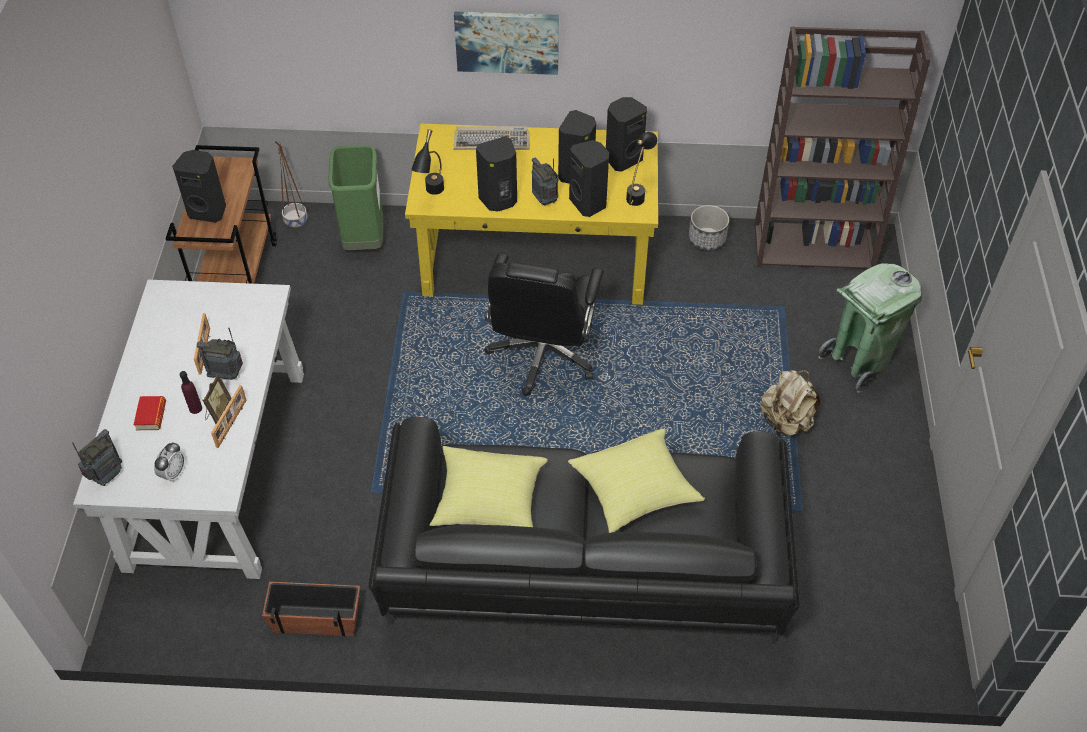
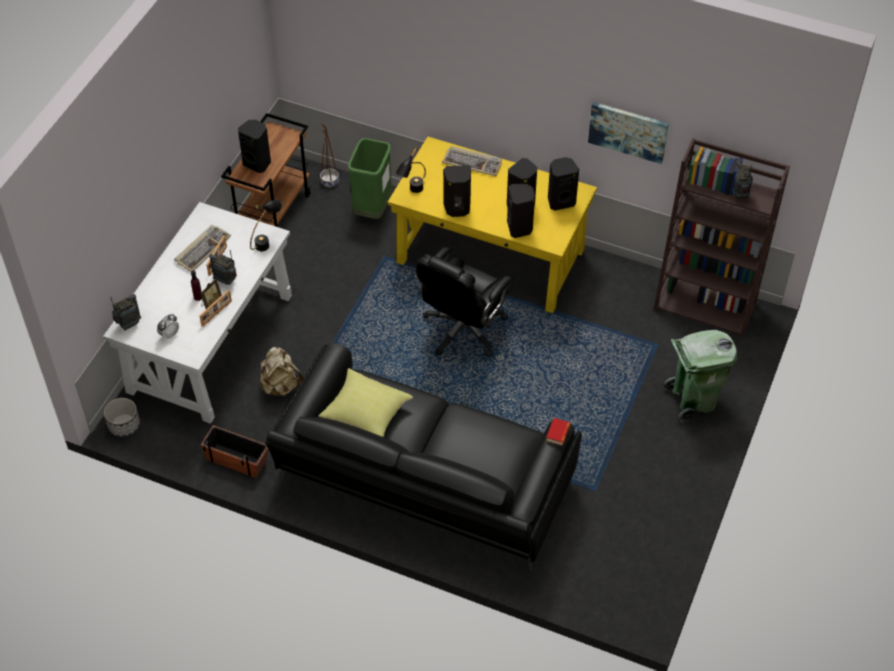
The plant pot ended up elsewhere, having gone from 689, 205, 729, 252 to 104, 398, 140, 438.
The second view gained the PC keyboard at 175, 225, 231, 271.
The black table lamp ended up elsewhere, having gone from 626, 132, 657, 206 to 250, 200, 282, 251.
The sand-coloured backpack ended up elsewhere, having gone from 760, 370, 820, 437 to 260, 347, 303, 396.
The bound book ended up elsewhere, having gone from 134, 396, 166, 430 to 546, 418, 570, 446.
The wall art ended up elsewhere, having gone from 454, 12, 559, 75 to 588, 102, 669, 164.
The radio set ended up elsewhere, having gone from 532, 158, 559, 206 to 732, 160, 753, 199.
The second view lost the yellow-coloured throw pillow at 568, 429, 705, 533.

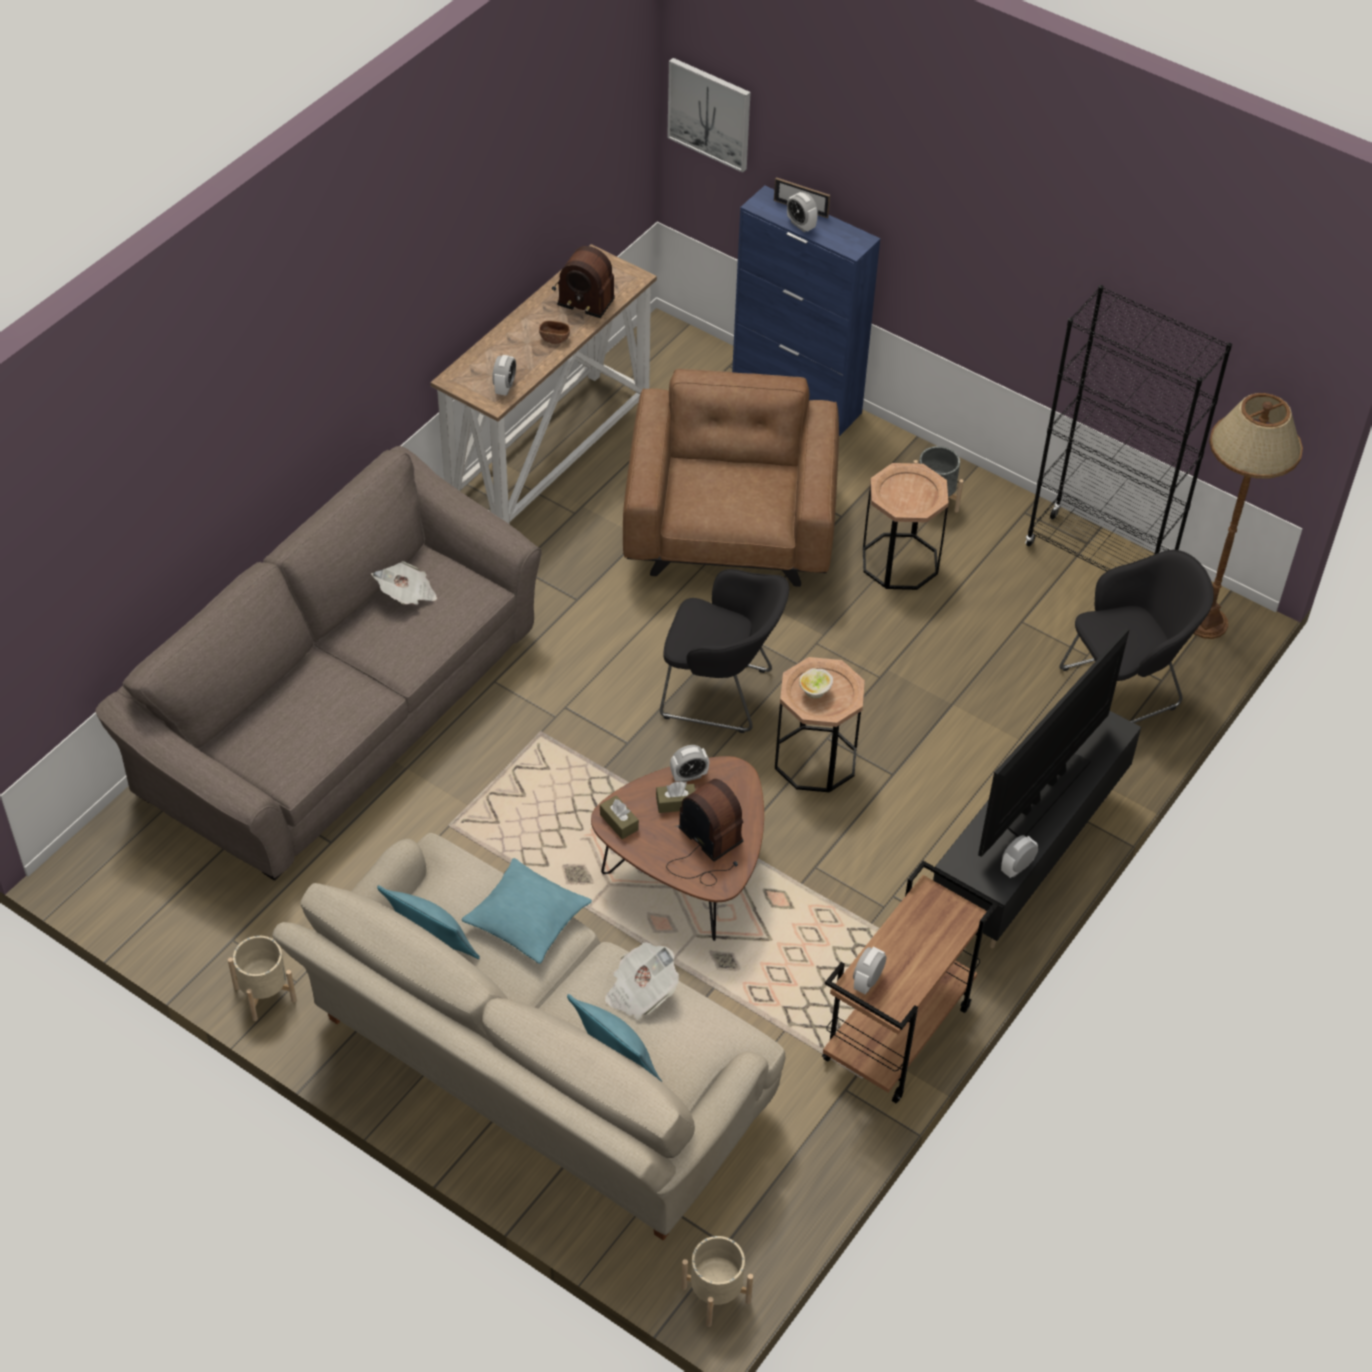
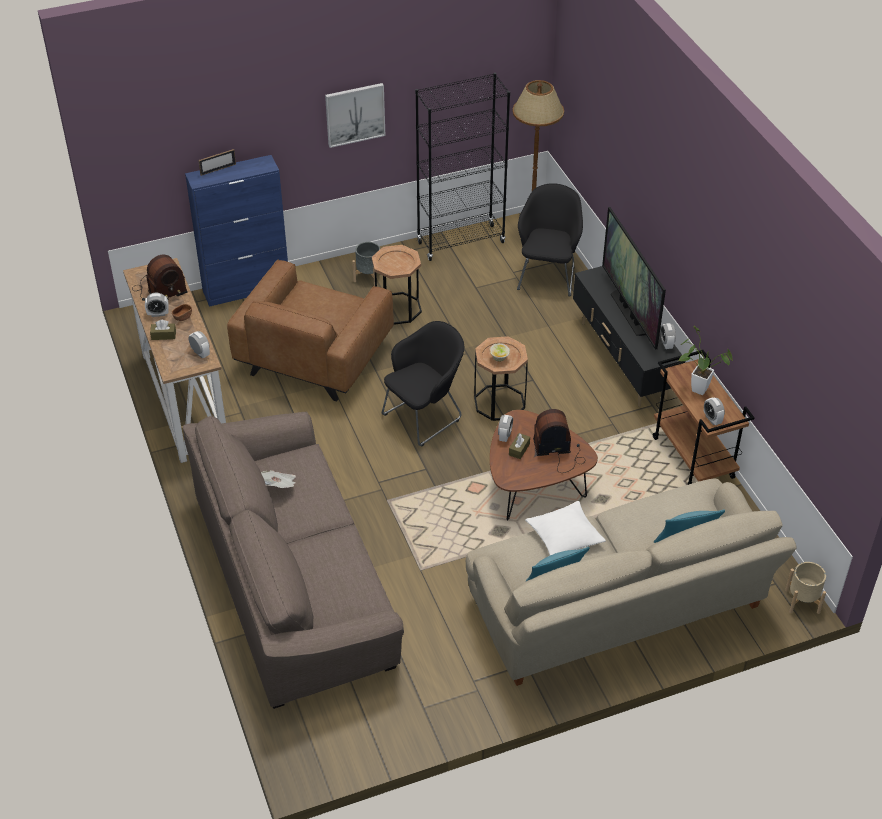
The alarm clock ended up elsewhere, having gone from 787, 192, 818, 232 to 145, 293, 169, 317.
The brownish tissue holder ended up elsewhere, having gone from 600, 795, 639, 839 to 150, 320, 176, 340.
The brownish armchair at 623, 369, 839, 587 ended up facing another way, 105 degrees counterclockwise from before.
The wall art ended up elsewhere, having gone from 667, 58, 751, 173 to 325, 83, 385, 148.
What was the blue-green throw pillow at 462, 858, 592, 964 turned into the whitish throw pillow at 525, 501, 606, 555.
The second view gained the potted plant at 678, 325, 733, 395.
The second view lost the sand-coloured plant pot at 228, 936, 297, 1021.
The second view lost the daily paper at 605, 942, 679, 1020.

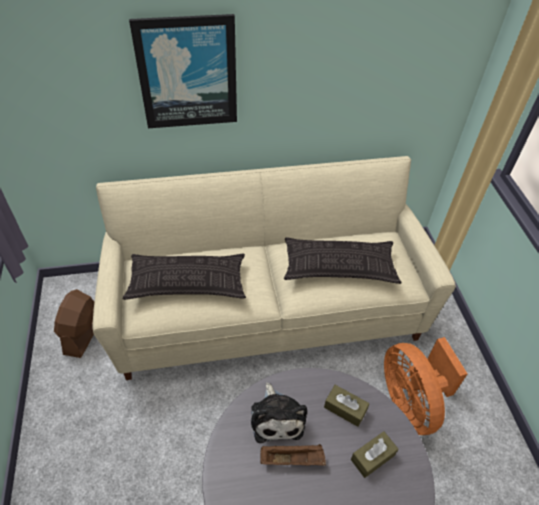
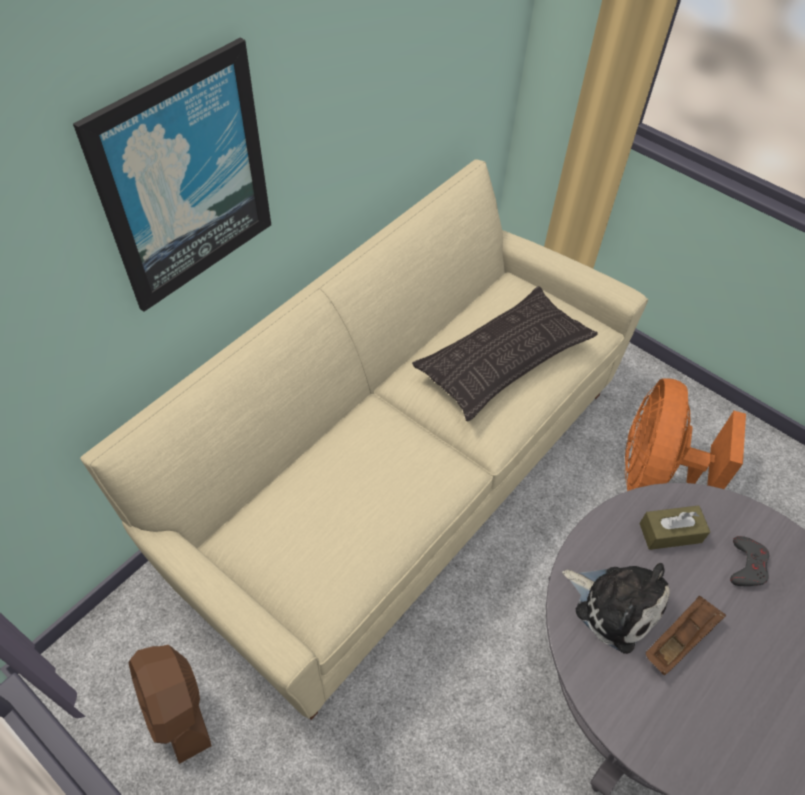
The orange fan at 384, 337, 467, 435 ended up facing another way, 75 degrees clockwise from before.
Where the brownish tissue holder stood at 351, 431, 398, 478, the gray gamepad came to stand at 730, 536, 770, 586.
The second view lost the throw pillow at 123, 254, 246, 300.

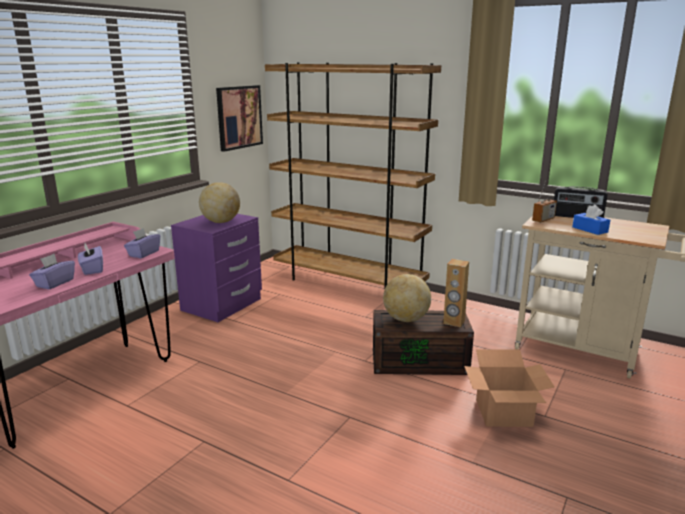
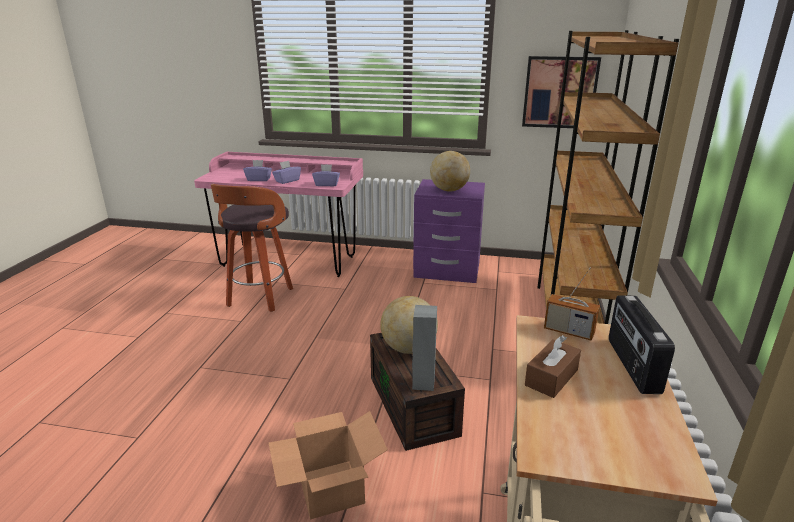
The second view gained the sitting stool at 211, 184, 293, 312.
What was the brownish speaker at 443, 259, 469, 327 turned into the gray speaker at 412, 305, 437, 391.
What was the blue tissue holder at 572, 205, 610, 235 turned into the brownish tissue holder at 525, 335, 581, 398.

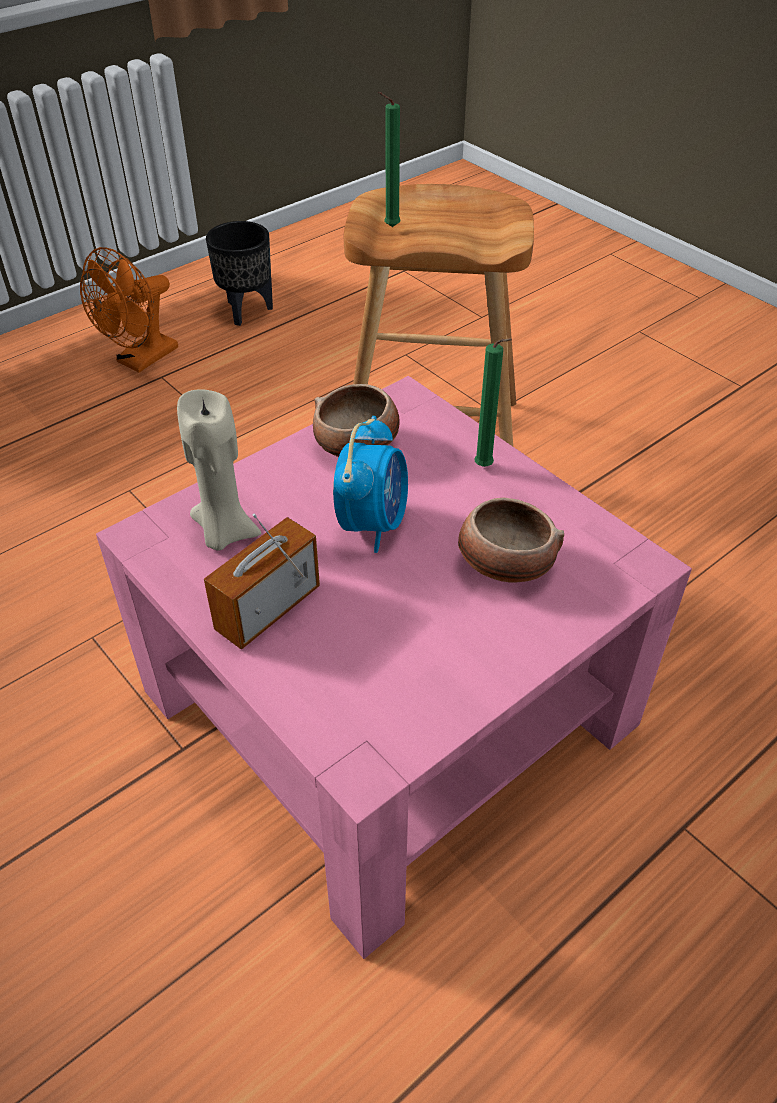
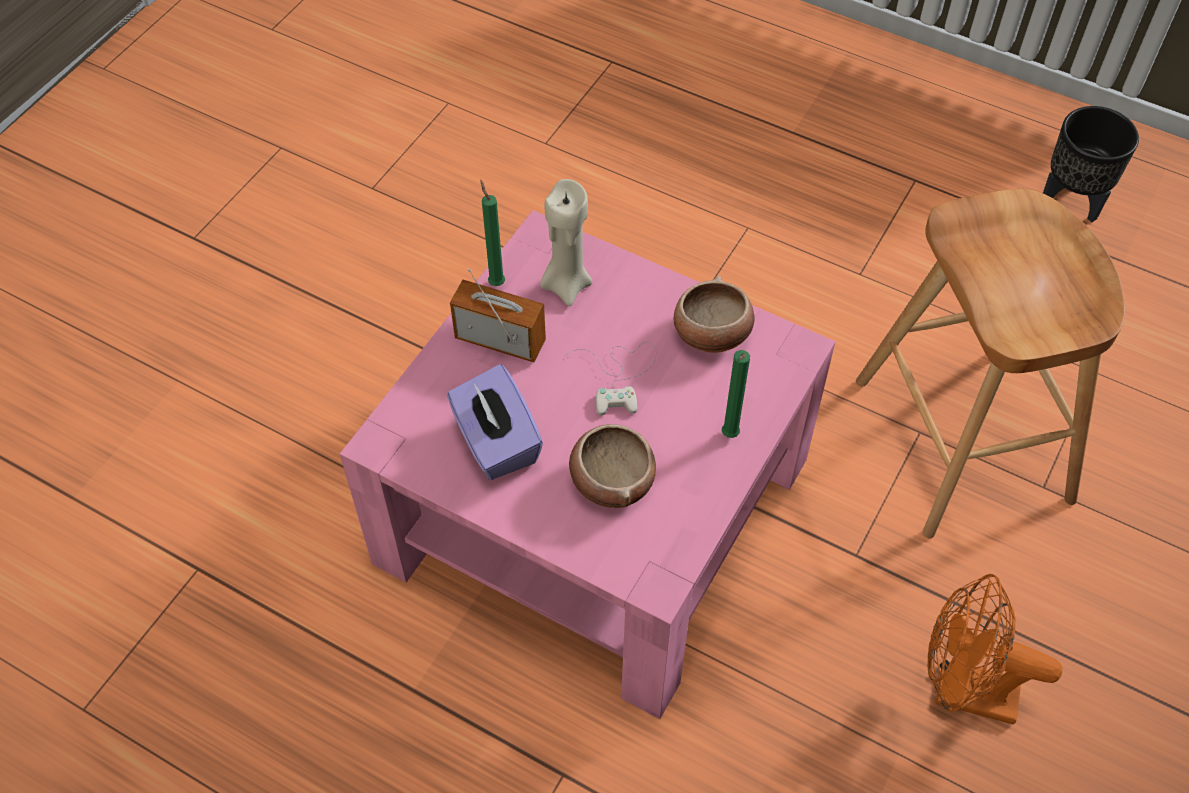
The second view gained the purple-coloured tissue holder at 447, 364, 543, 480.
The green wax light ended up elsewhere, having gone from 378, 92, 401, 227 to 480, 180, 505, 286.
Where the alarm clock stood at 333, 416, 408, 553, the whitish gamepad came to stand at 564, 342, 656, 415.
The orange fan ended up elsewhere, having gone from 80, 247, 178, 373 to 928, 574, 1062, 724.

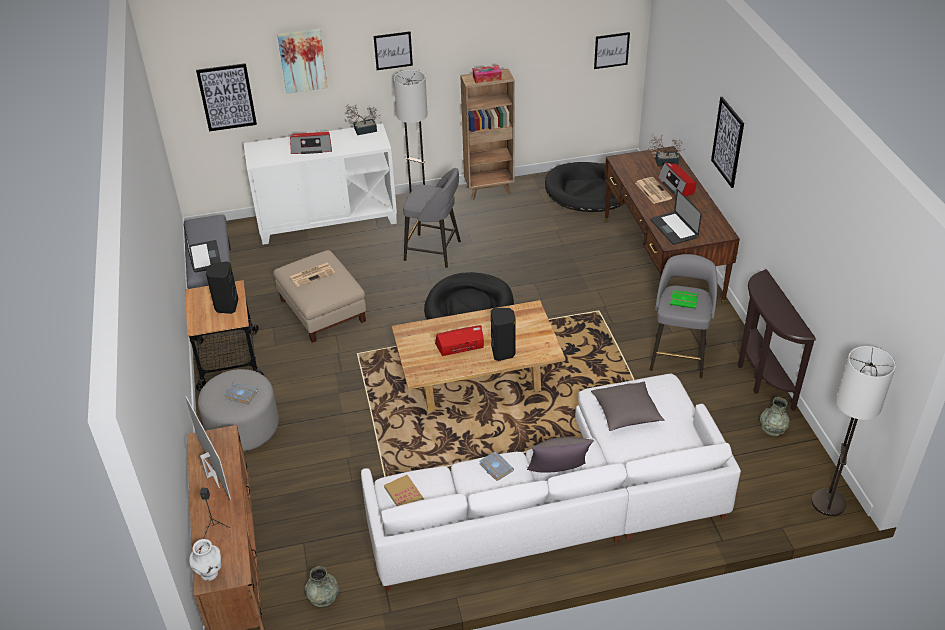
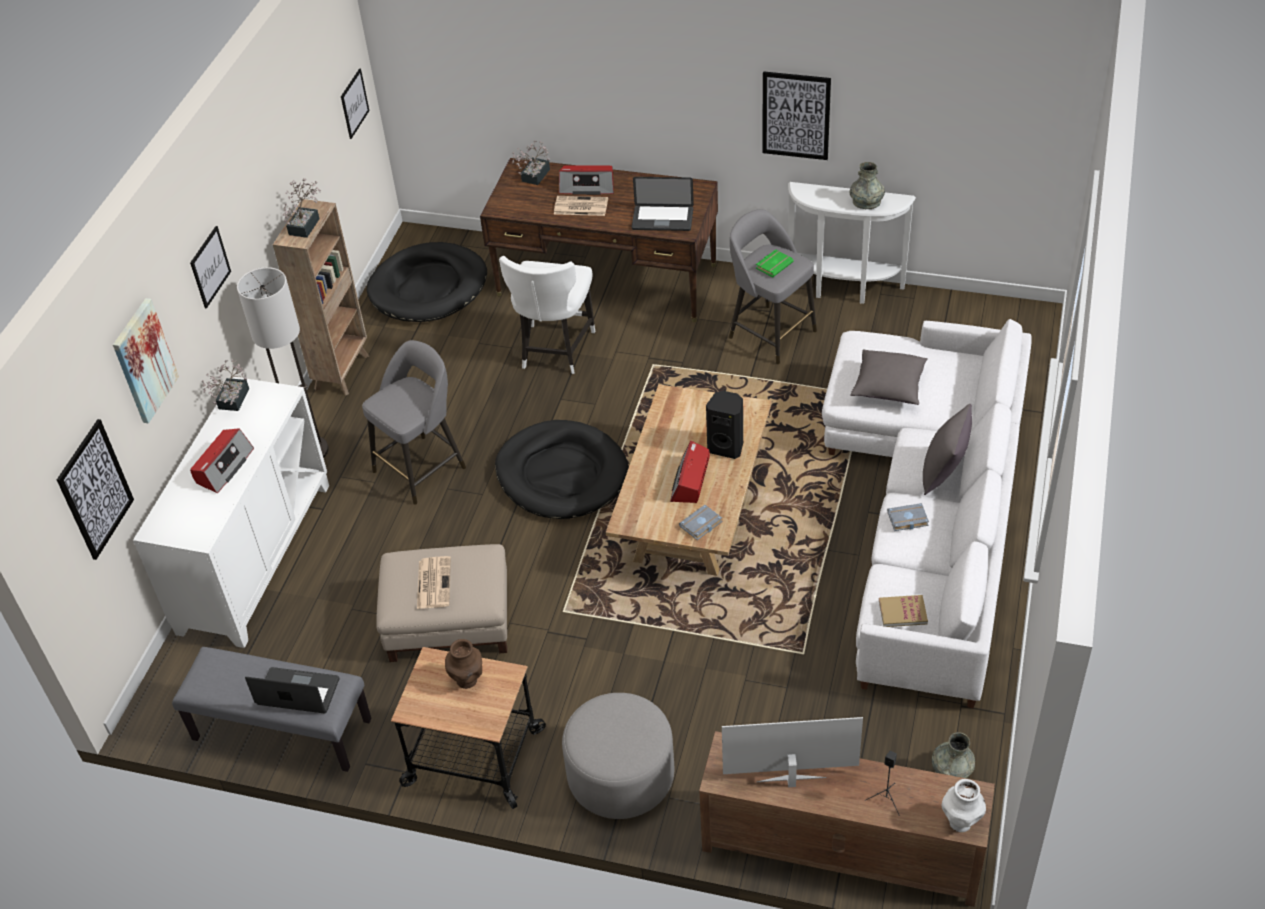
Where the tissue holder stood at 473, 65, 502, 83, the potted plant came to stand at 283, 178, 321, 238.
Where the black speaker stood at 206, 261, 238, 314, the brownish flower vase came to stand at 445, 639, 482, 689.
The second view gained the whitish upright chair at 499, 256, 595, 374.
The gray bound book ended up elsewhere, having gone from 224, 383, 258, 405 to 679, 505, 722, 540.
The wall art ended up elsewhere, having gone from 711, 97, 744, 188 to 762, 71, 831, 160.
What was the brownish narrow table at 738, 269, 816, 411 turned into the whitish narrow table at 788, 182, 916, 304.
The gray flower vase ended up elsewhere, having gone from 760, 397, 790, 436 to 849, 162, 885, 209.
The second view lost the standing lamp at 811, 346, 896, 516.

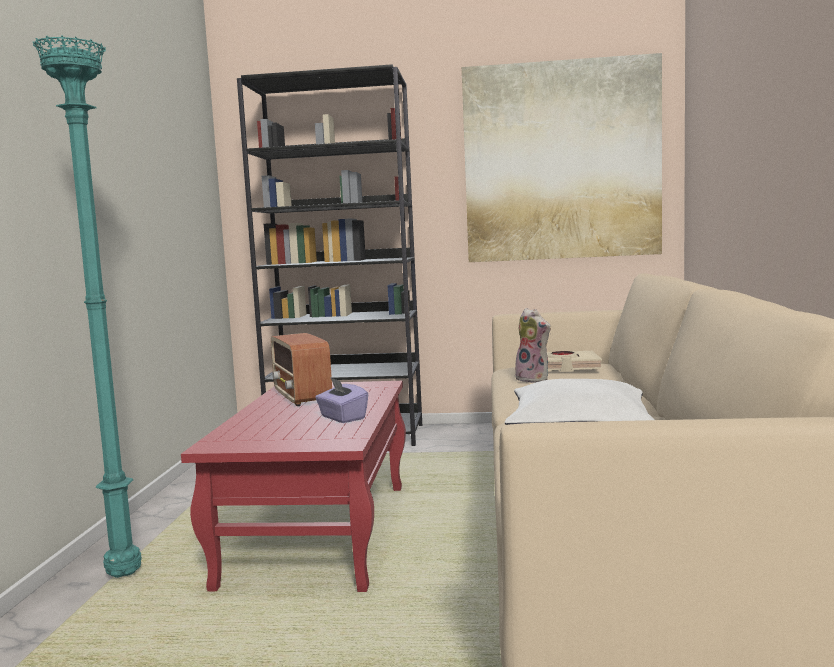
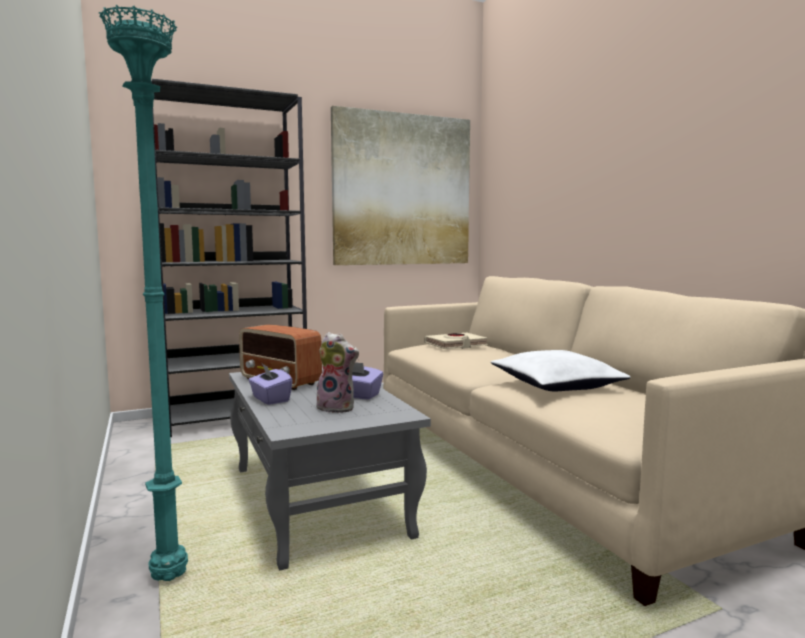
What was the red-coloured coffee table at 181, 381, 406, 592 turned into the gray coffee table at 229, 365, 431, 570.
The second view gained the purple-coloured tissue holder at 249, 364, 293, 405.
The cuddly toy ended up elsewhere, having gone from 515, 308, 551, 383 to 313, 332, 359, 413.

